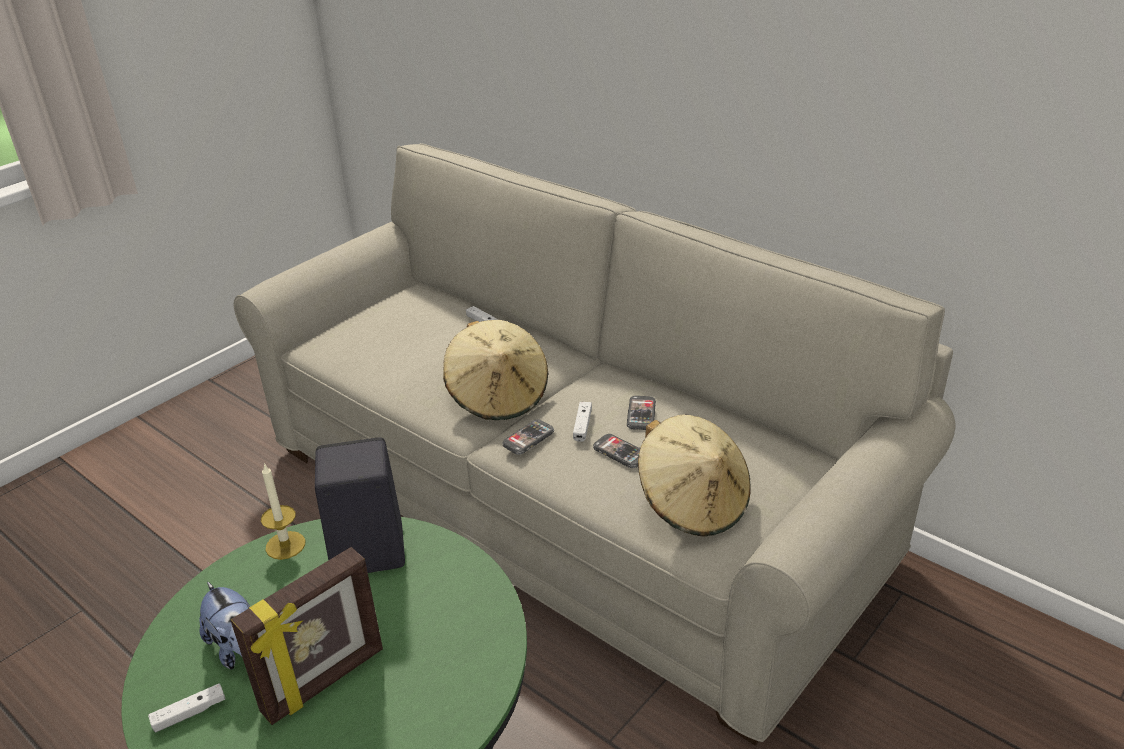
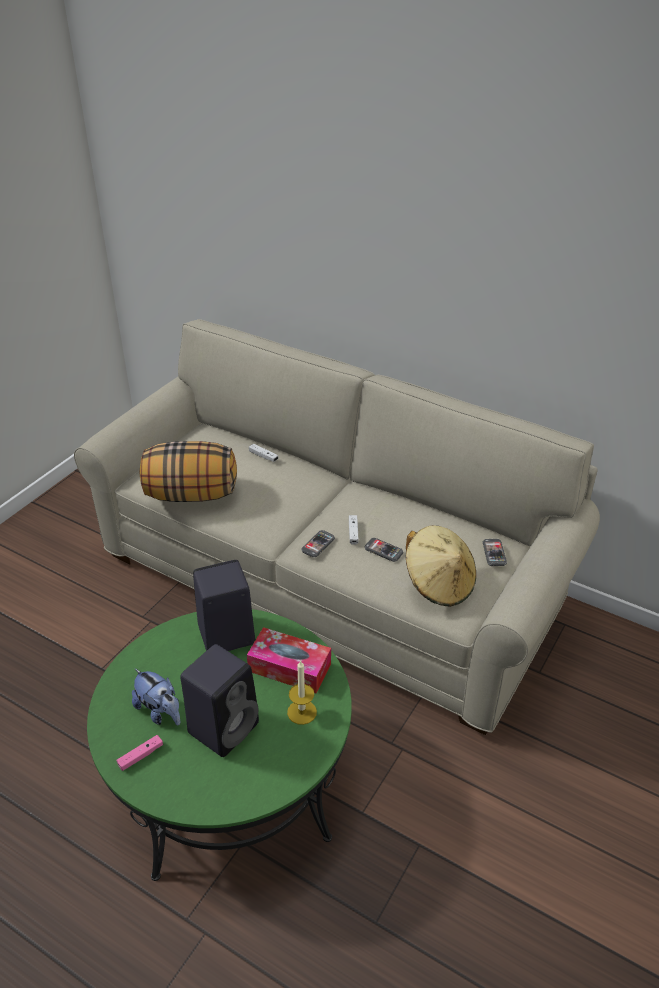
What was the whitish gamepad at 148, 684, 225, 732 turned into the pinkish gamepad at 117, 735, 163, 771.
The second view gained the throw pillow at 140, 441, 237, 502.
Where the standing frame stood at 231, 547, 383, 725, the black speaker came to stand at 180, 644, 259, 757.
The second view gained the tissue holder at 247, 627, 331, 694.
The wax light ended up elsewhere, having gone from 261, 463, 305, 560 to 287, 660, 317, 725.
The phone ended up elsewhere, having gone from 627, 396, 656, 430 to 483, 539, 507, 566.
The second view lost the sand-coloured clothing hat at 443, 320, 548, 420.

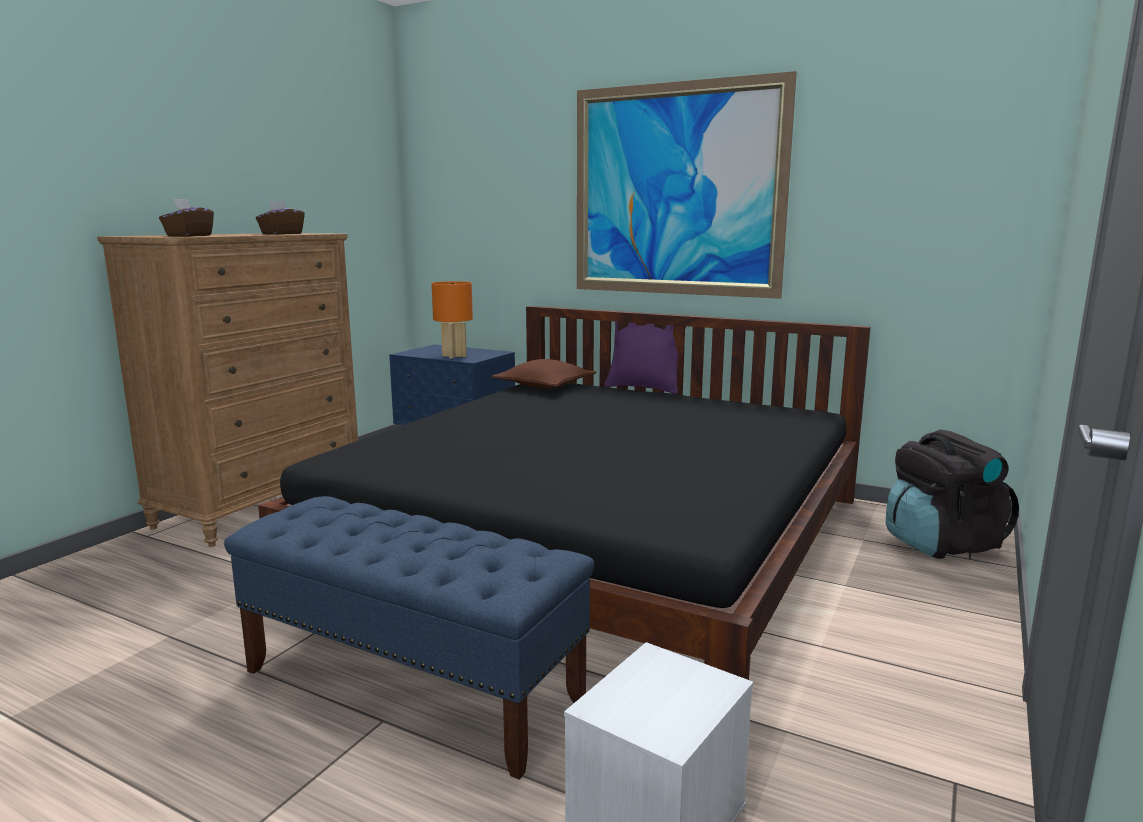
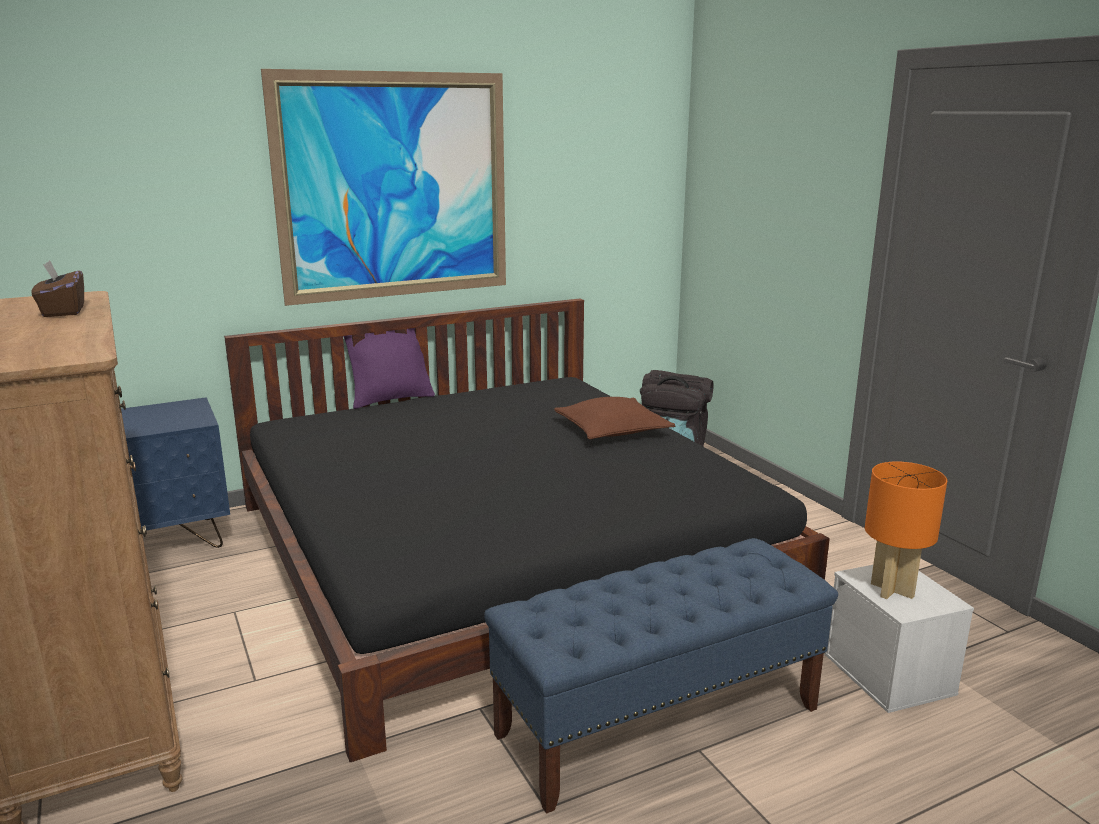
The brownish throw pillow ended up elsewhere, having gone from 492, 359, 596, 389 to 554, 397, 675, 439.
The orange table lamp ended up elsewhere, having gone from 431, 281, 473, 358 to 865, 461, 947, 599.
The second view lost the brownish tissue holder at 159, 199, 214, 236.

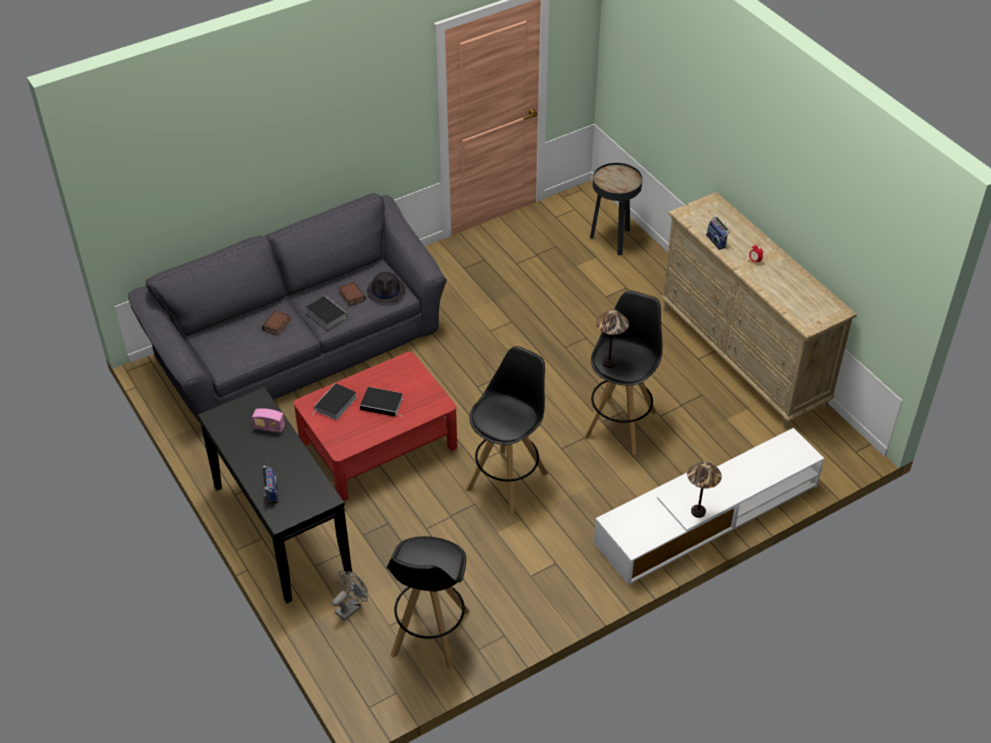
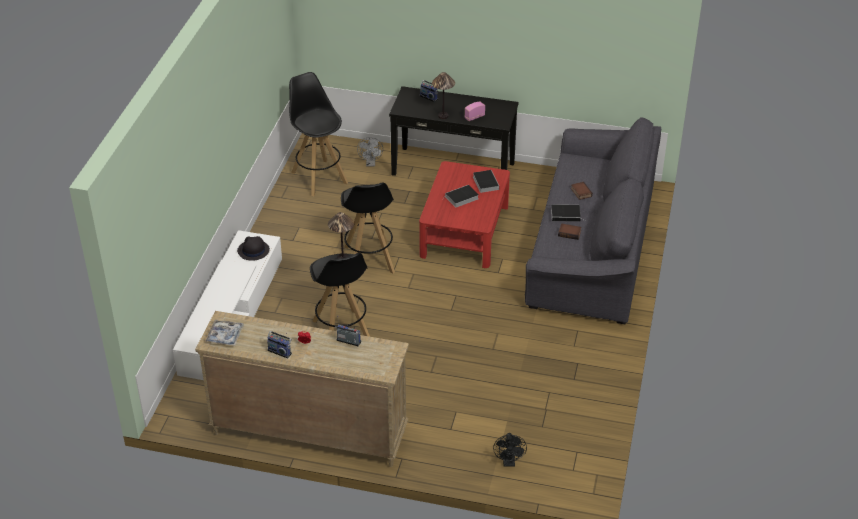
The second view gained the serving tray at 205, 319, 244, 346.
The black clothing hat ended up elsewhere, having gone from 367, 272, 405, 303 to 237, 236, 270, 261.
The second view gained the radio set at 267, 331, 292, 359.
The table lamp ended up elsewhere, having gone from 687, 461, 722, 518 to 432, 72, 455, 119.
Where the black side table stood at 590, 163, 642, 255, the black fan came to stand at 493, 433, 527, 467.

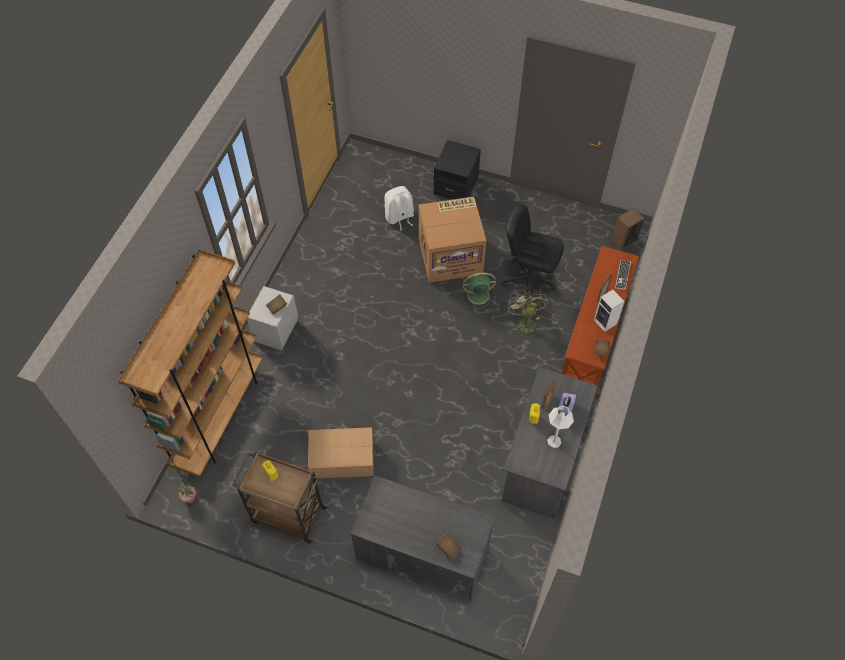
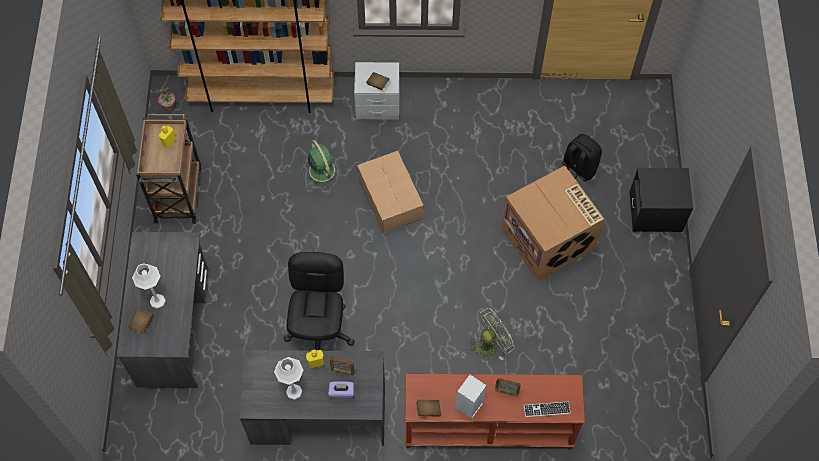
The second view gained the whitish table lamp at 132, 263, 166, 308.
The black office chair ended up elsewhere, having gone from 501, 205, 564, 303 to 284, 252, 355, 350.
The green fan ended up elsewhere, having gone from 462, 273, 496, 309 to 302, 140, 341, 189.
The carton ended up elsewhere, having gone from 308, 427, 374, 479 to 357, 151, 424, 233.
What was the whitish backpack at 384, 186, 414, 231 turned into the black backpack at 562, 134, 602, 181.
The second view lost the speaker at 611, 208, 644, 250.

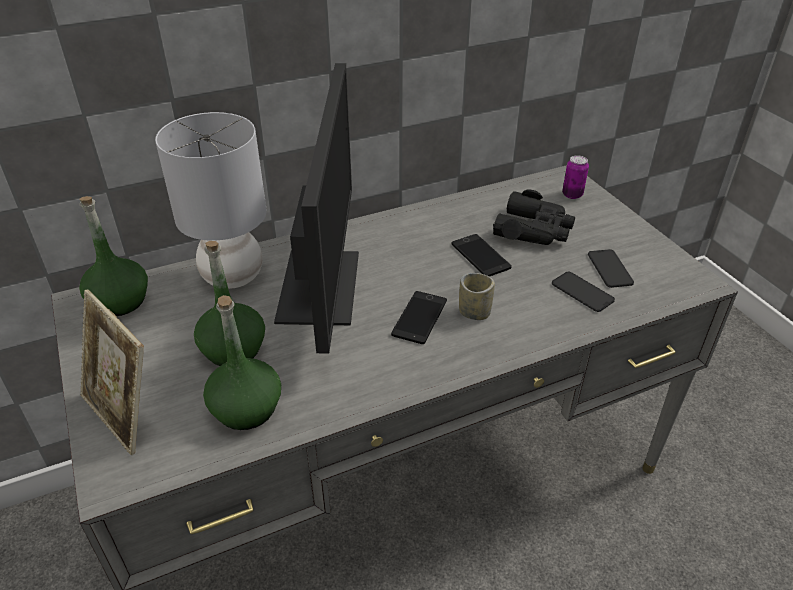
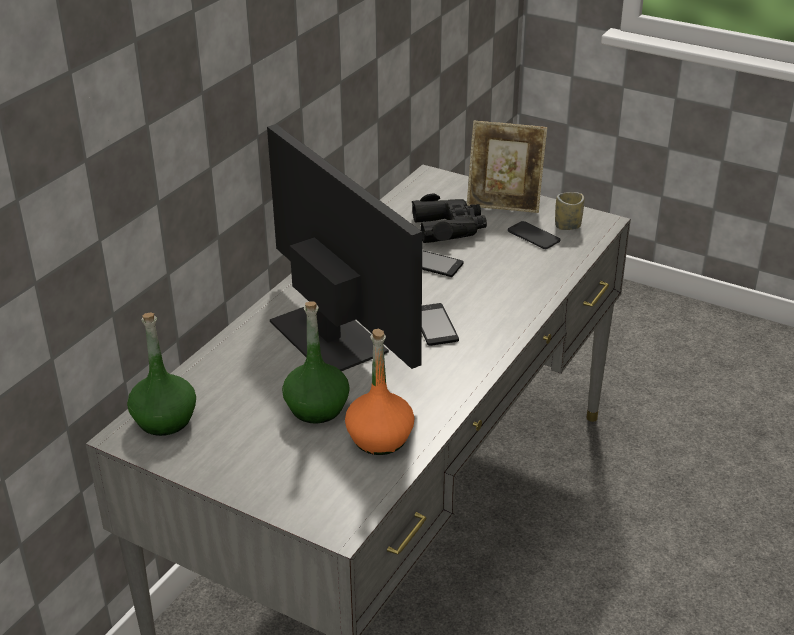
What was the green drink bottle at 203, 295, 281, 430 turned into the orange drink bottle at 345, 329, 414, 455.
The standing frame ended up elsewhere, having gone from 80, 290, 144, 455 to 467, 120, 547, 213.
The cup ended up elsewhere, having gone from 459, 273, 495, 320 to 555, 192, 584, 230.
The second view lost the gray table lamp at 155, 112, 267, 289.
The second view lost the phone at 552, 272, 615, 312.
The second view lost the sealed can at 562, 155, 589, 199.

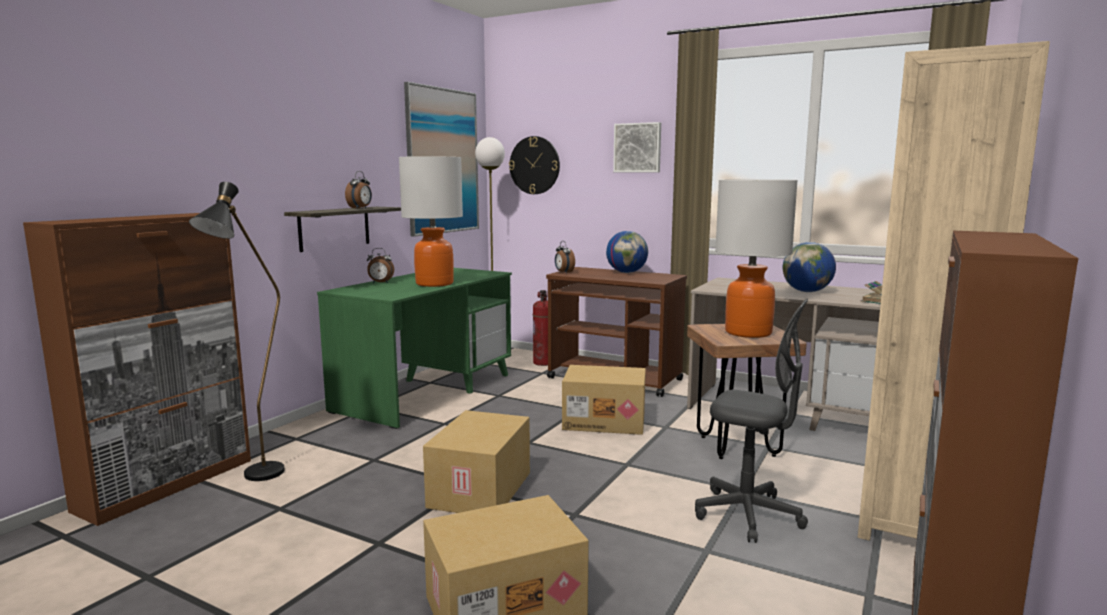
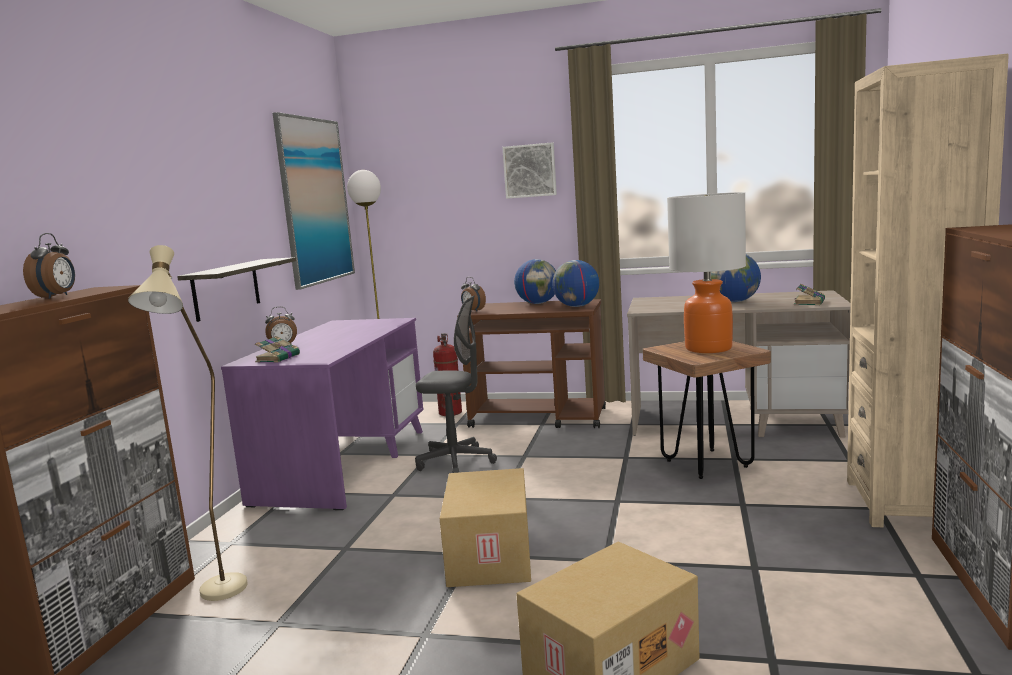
The alarm clock ended up elsewhere, having gone from 345, 171, 372, 209 to 23, 233, 75, 299.
What was the black standing lamp at 189, 182, 285, 481 turned into the sand-coloured standing lamp at 128, 245, 248, 601.
What was the green desk unit at 317, 268, 512, 429 turned into the purple-coloured desk unit at 221, 318, 424, 510.
The second view gained the bound book at 255, 336, 300, 362.
The gray office chair ended up elsewhere, having gone from 695, 299, 808, 543 to 415, 295, 497, 473.
The second view gained the world globe at 552, 260, 599, 307.
The second view lost the table lamp at 399, 156, 463, 287.
The second view lost the wall clock at 509, 136, 560, 194.
The second view lost the carton at 562, 365, 646, 435.

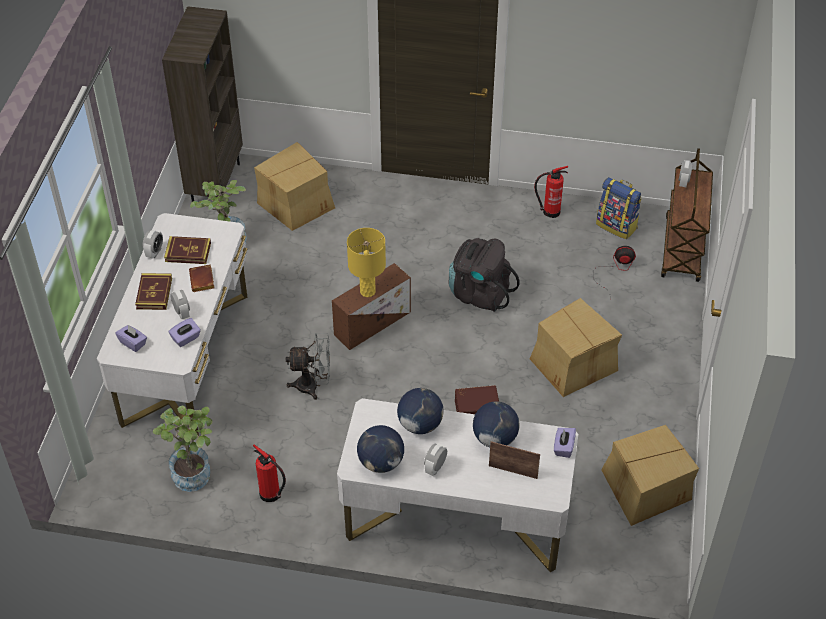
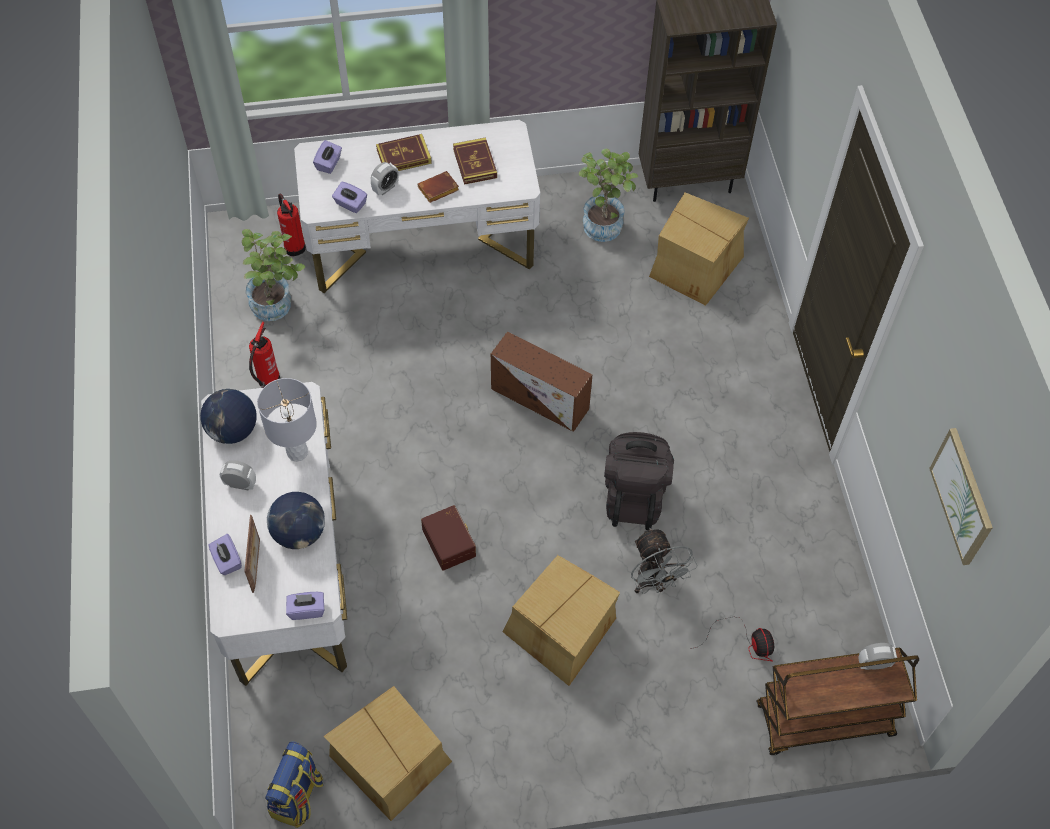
The second view gained the purple-coloured tissue holder at 209, 534, 242, 575.
Where the world globe stood at 397, 388, 444, 434, the gray table lamp came to stand at 257, 378, 317, 462.
The backpack ended up elsewhere, having gone from 596, 177, 642, 239 to 265, 741, 323, 828.
The fire extinguisher ended up elsewhere, having gone from 534, 166, 568, 218 to 277, 194, 306, 257.
The gray fan ended up elsewhere, having gone from 286, 333, 330, 400 to 631, 528, 697, 594.
The second view gained the wall art at 929, 428, 993, 565.
The second view lost the alarm clock at 143, 230, 163, 259.
The second view lost the yellow-coloured table lamp at 347, 228, 386, 297.

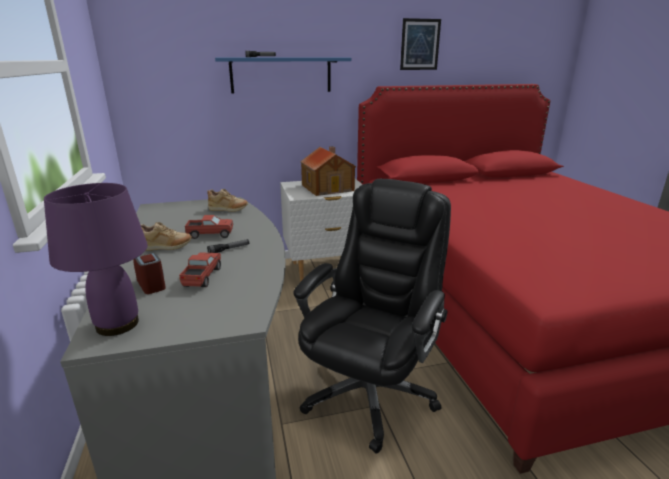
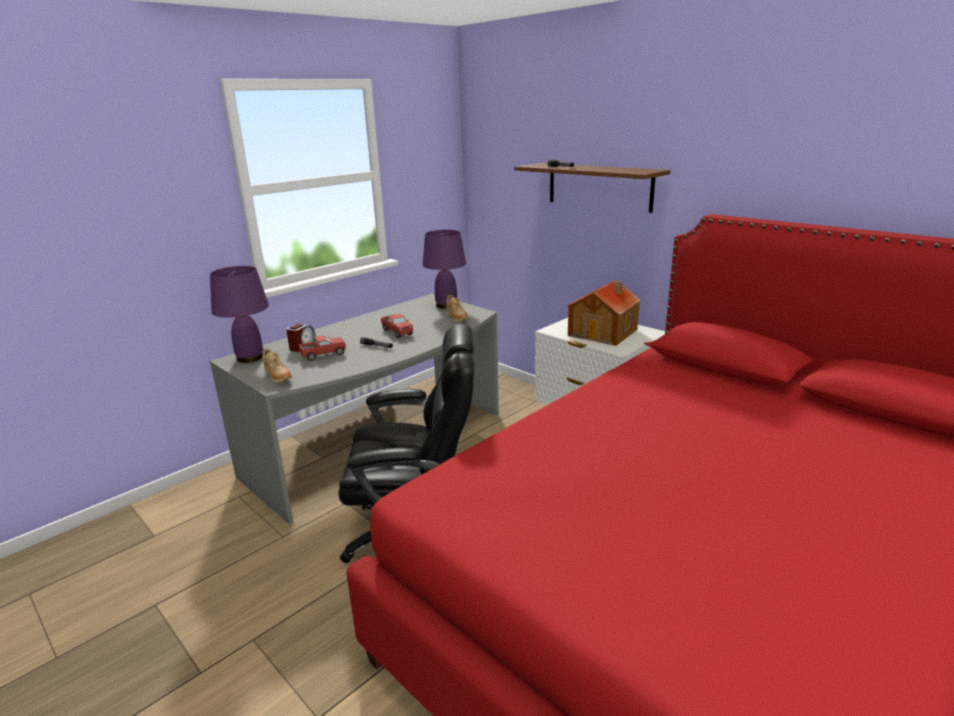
The sand-coloured item of footwear ended up elsewhere, having gone from 141, 222, 192, 251 to 262, 349, 292, 383.
The second view gained the purple-coloured table lamp at 422, 230, 466, 309.
What was the blue wall shelf at 215, 58, 351, 93 turned into the brownish wall shelf at 514, 163, 671, 213.
The second view lost the wall art at 400, 18, 441, 70.

